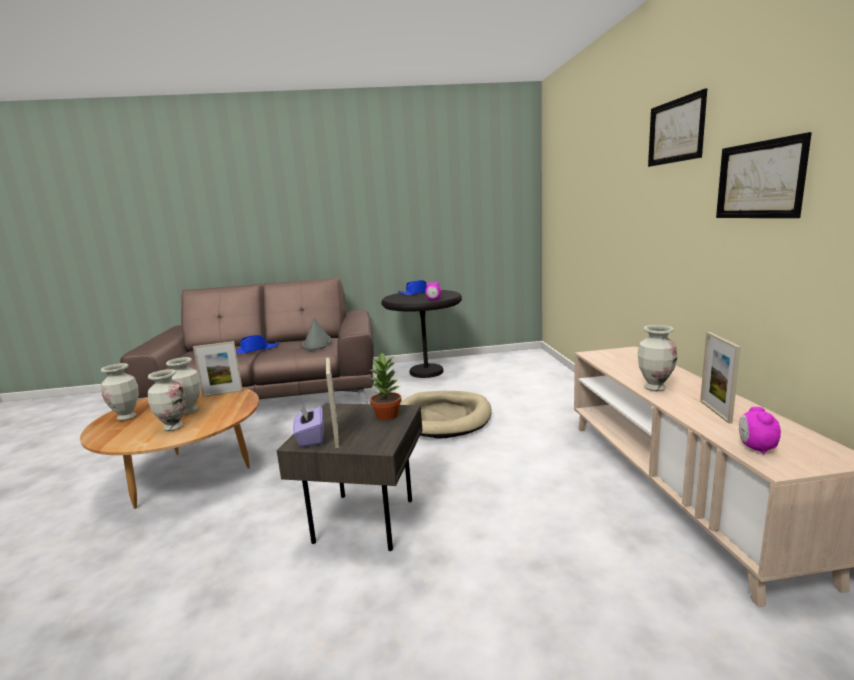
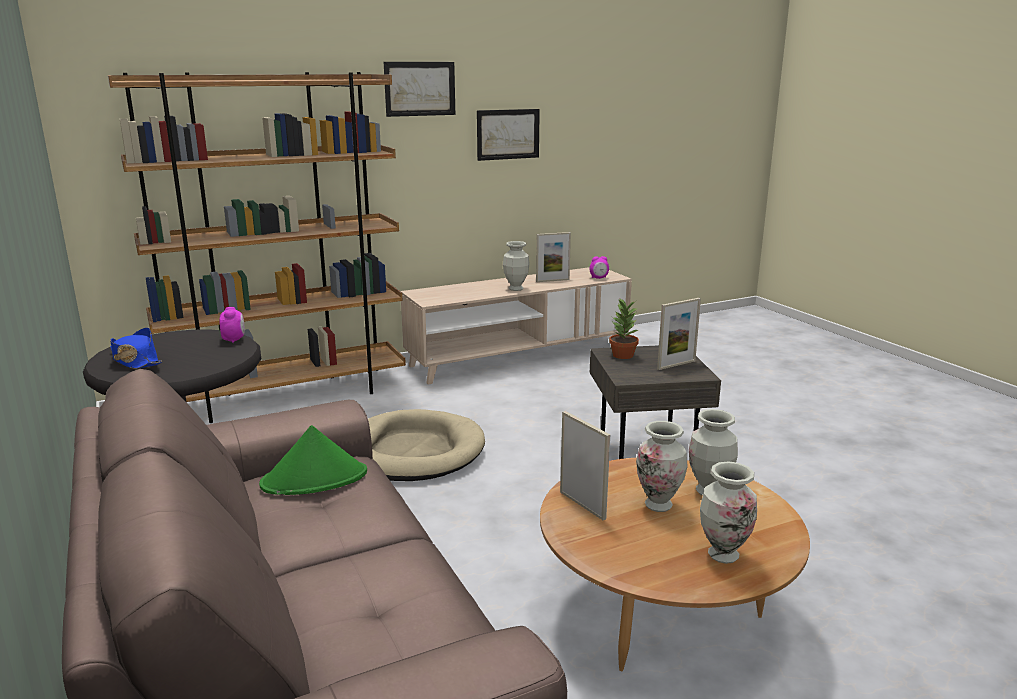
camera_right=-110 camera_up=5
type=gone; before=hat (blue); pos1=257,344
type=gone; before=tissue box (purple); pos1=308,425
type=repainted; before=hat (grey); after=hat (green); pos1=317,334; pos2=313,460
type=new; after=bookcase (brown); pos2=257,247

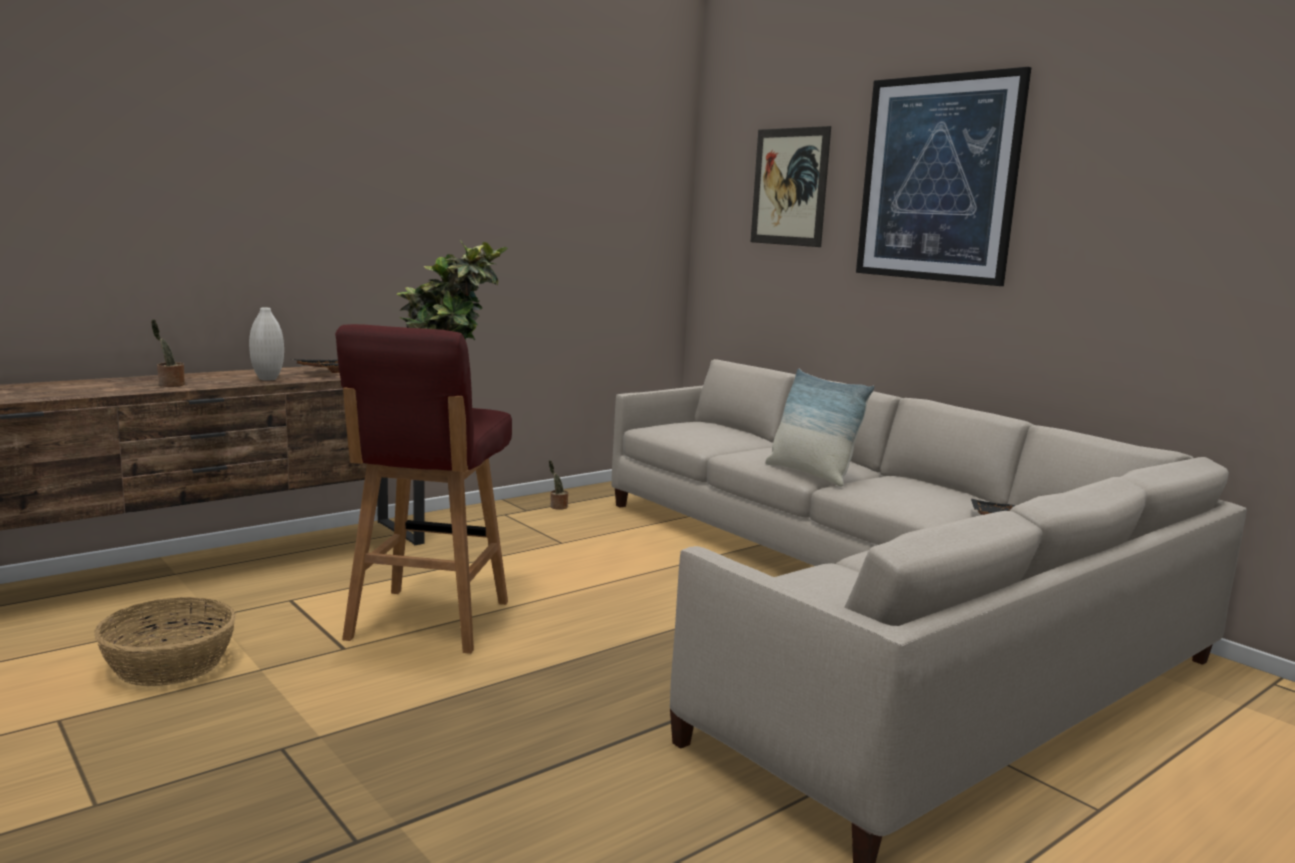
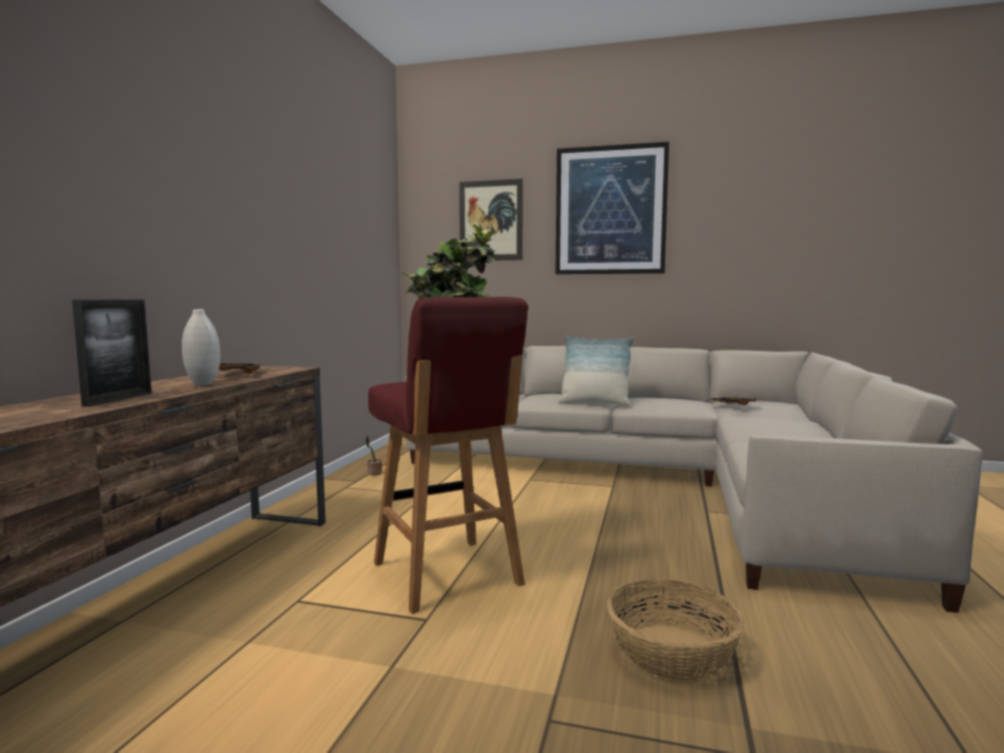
camera_right=-35 camera_up=-5
type=shifted; before=basket; pos1=165,641; pos2=675,630
type=swapped; before=potted plant; after=picture frame; pos1=168,353; pos2=112,353

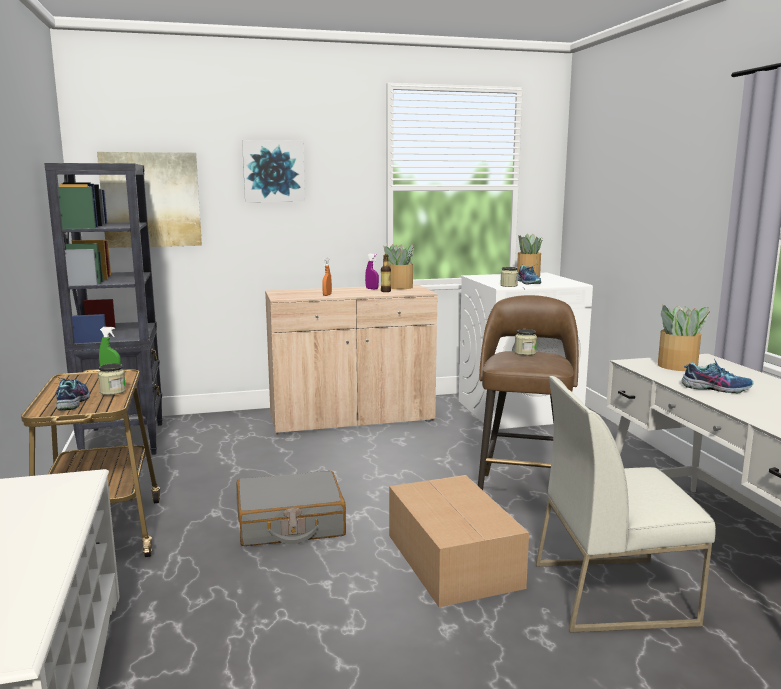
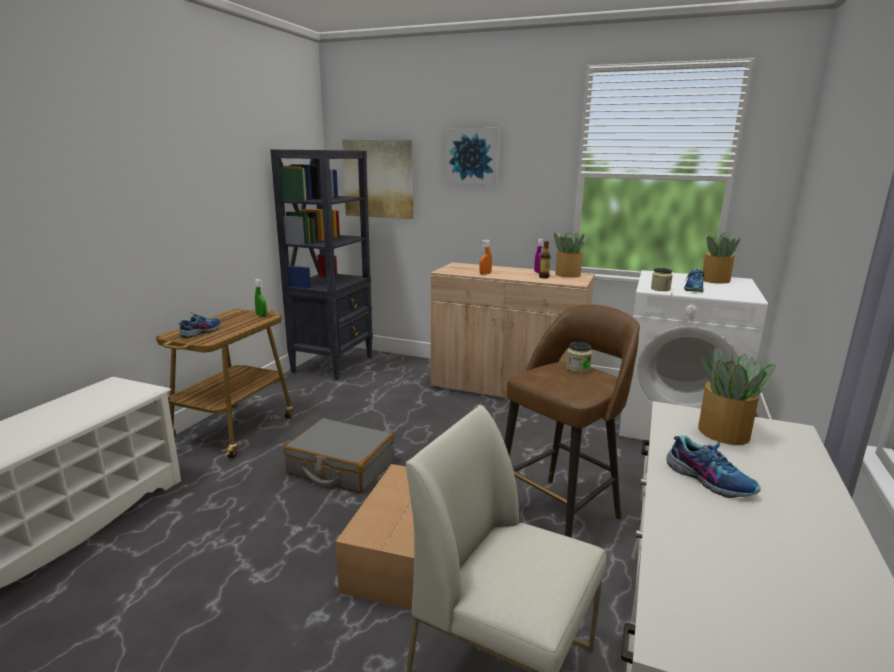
camera_right=35 camera_up=5
type=gone; before=jar; pos1=112,379

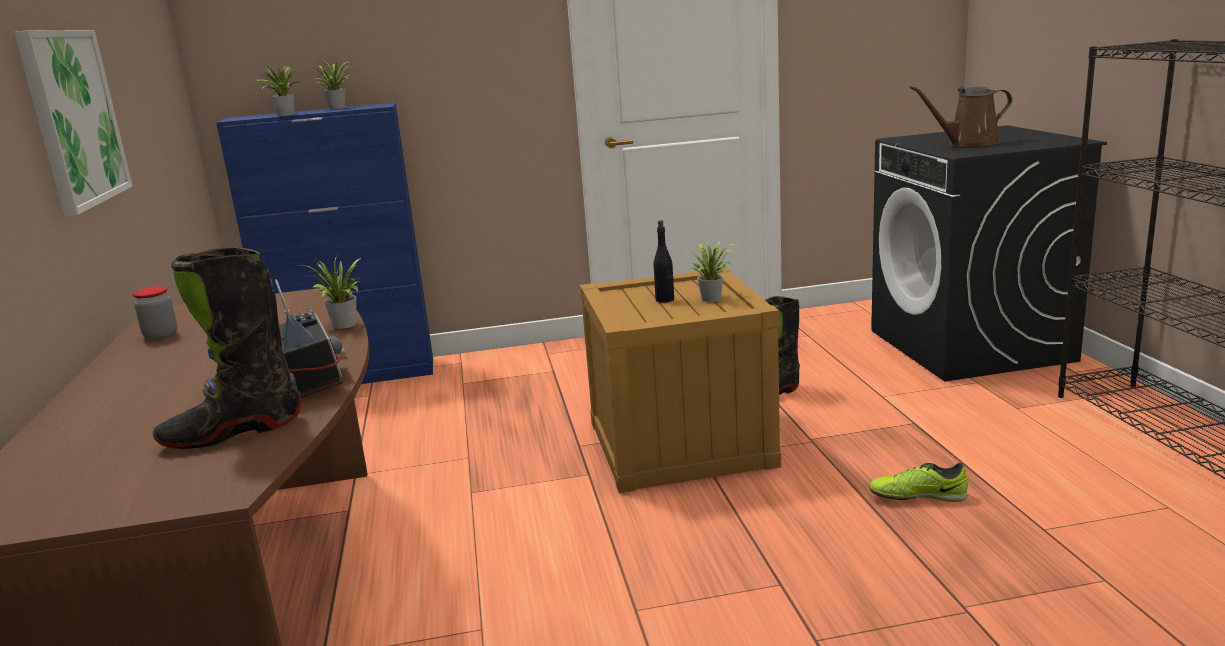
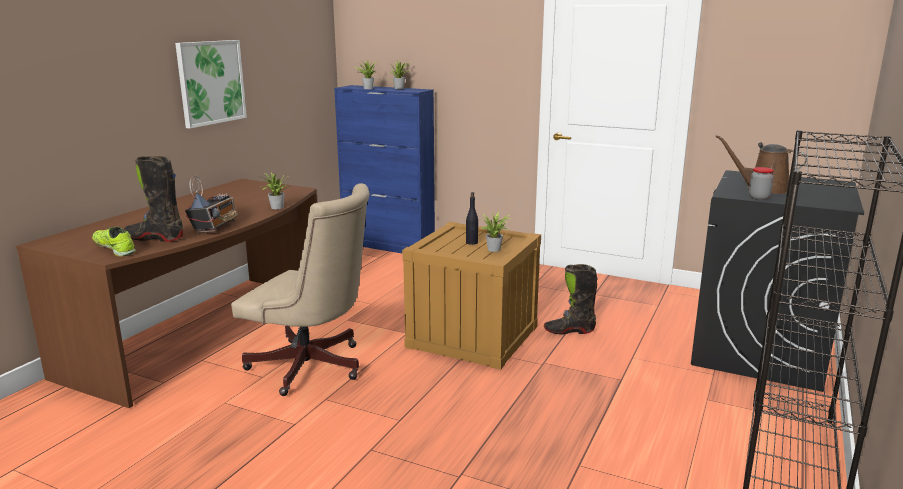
camera_right=35 camera_up=0
type=shifted; before=jar; pos1=155,313; pos2=761,183
type=shifted; before=shoe; pos1=918,482; pos2=114,242
type=new; after=office chair (beige); pos2=300,289

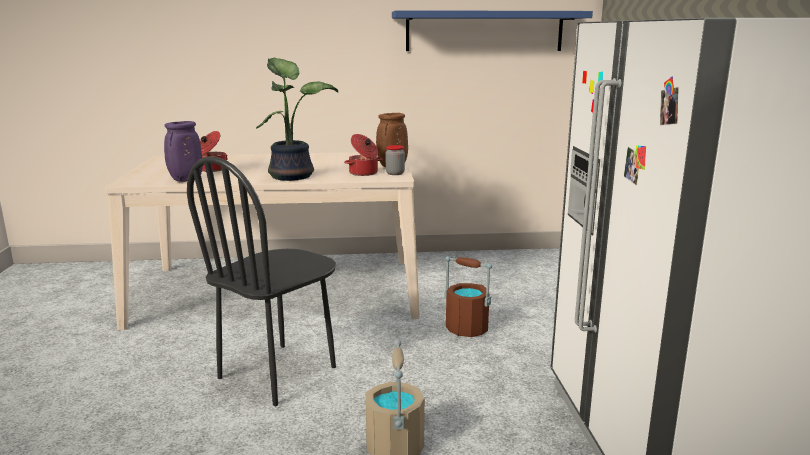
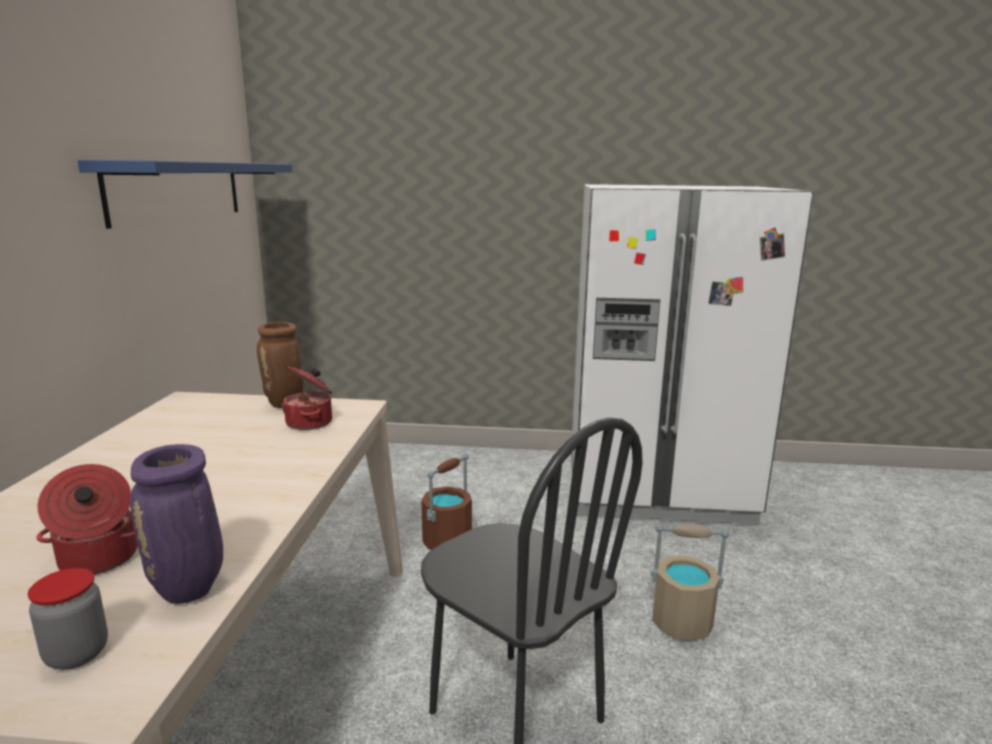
camera_right=-80 camera_up=0
type=gone; before=potted plant; pos1=297,119
type=shifted; before=jar; pos1=395,160; pos2=68,619

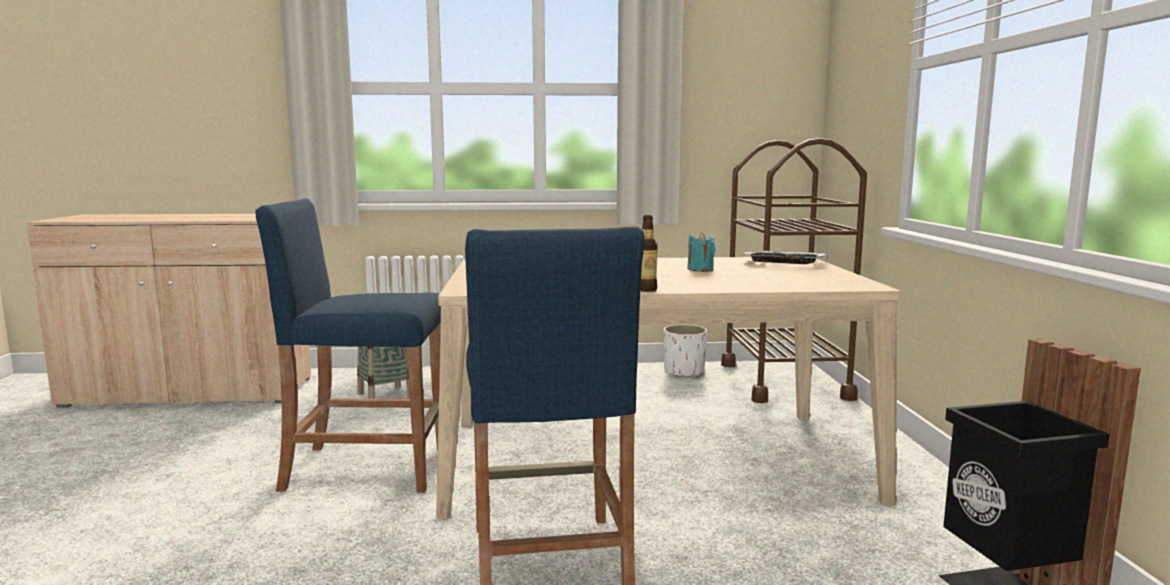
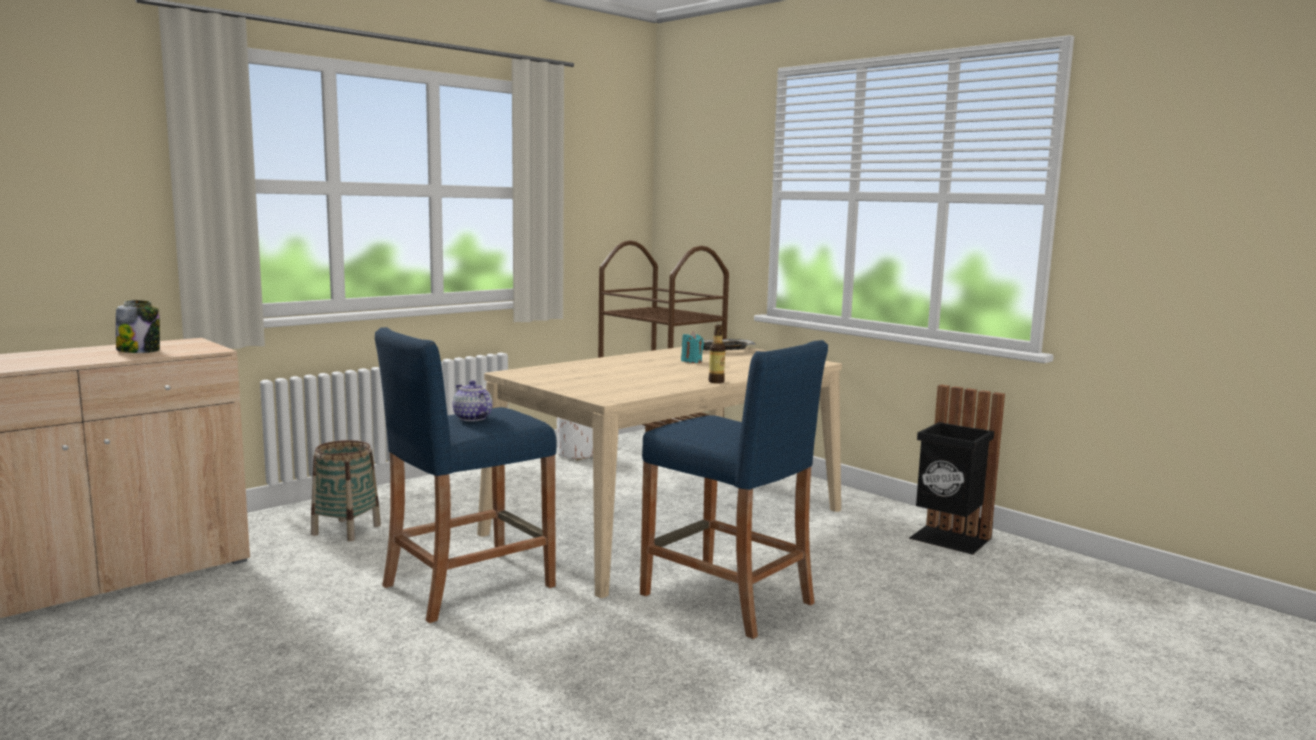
camera_right=-40 camera_up=0
type=new; after=jar; pos2=138,326
type=new; after=teapot; pos2=472,400

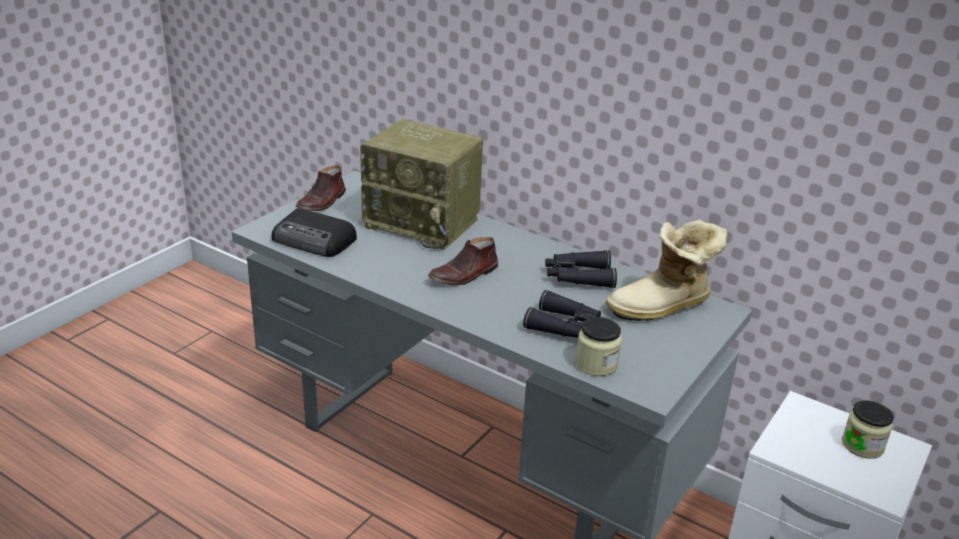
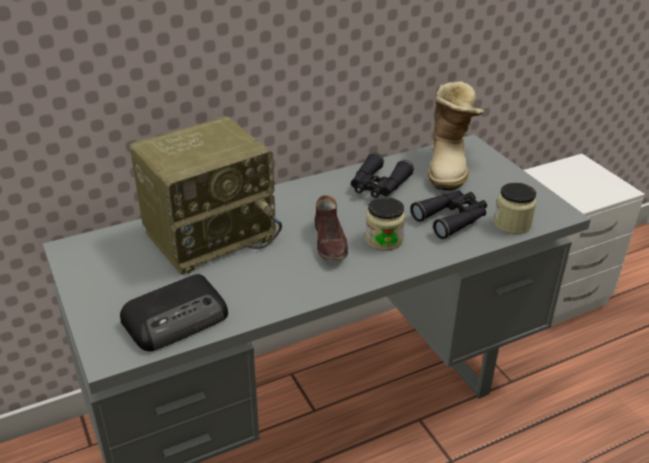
camera_right=-60 camera_up=5
type=gone; before=shoe (brown); pos1=320,188
type=shifted; before=jar; pos1=868,429; pos2=385,224

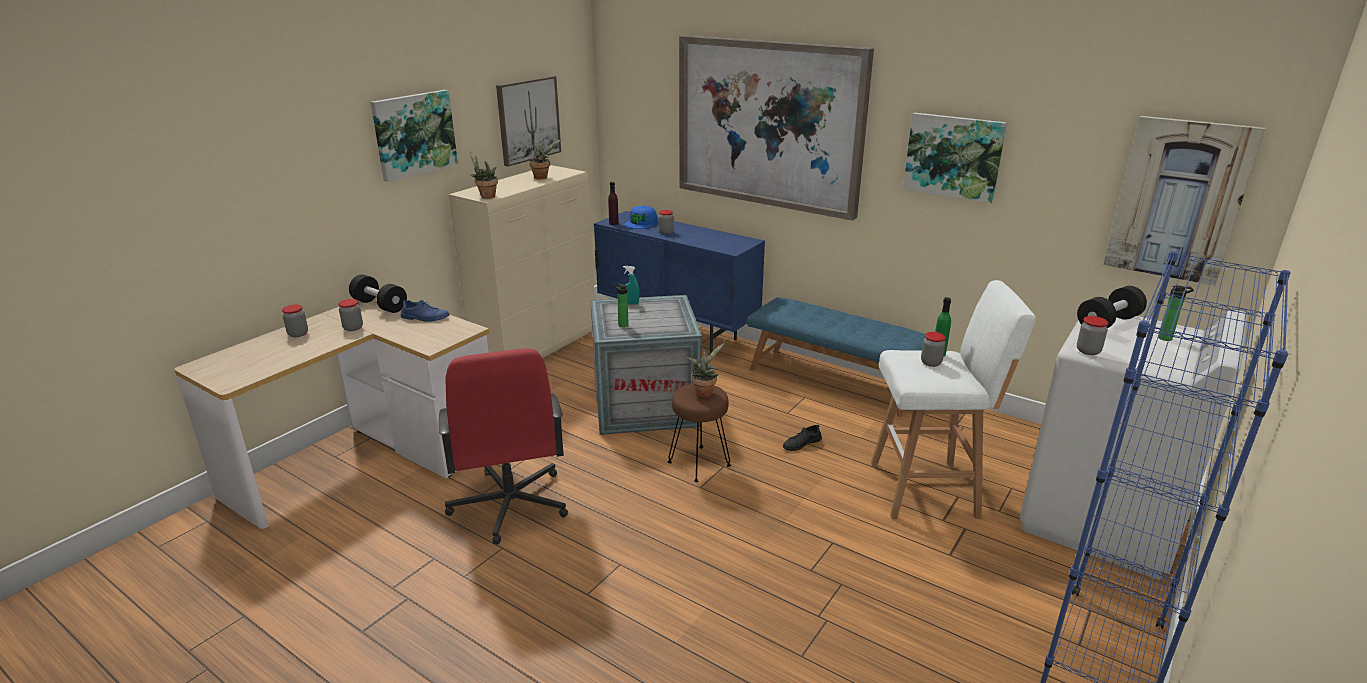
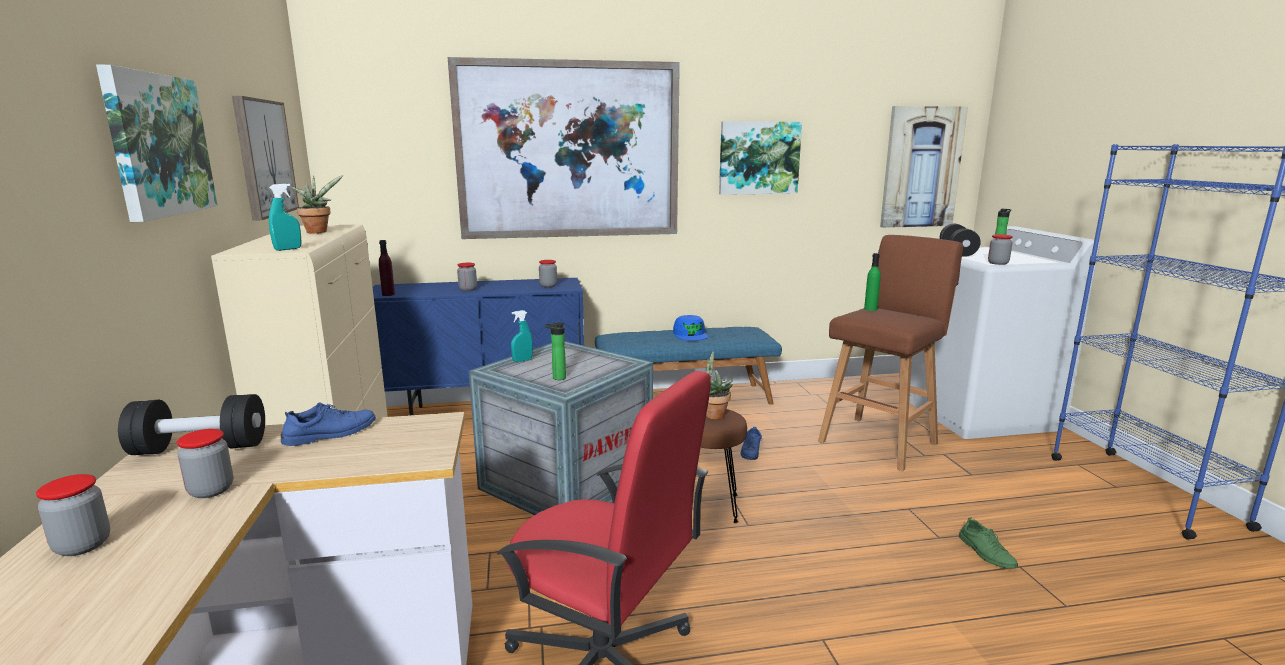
camera_right=-45 camera_up=-10
type=swapped; before=potted plant; after=spray bottle (turquoise); pos1=484,175; pos2=285,217
type=shifted; before=cap (blue); pos1=641,217; pos2=690,328
type=repainted; before=shoe (black); after=shoe (blue); pos1=802,437; pos2=751,443
type=repainted; before=stool (white); after=stool (brown); pos1=953,399; pos2=890,353
type=shifted; before=jar; pos1=933,349; pos2=548,273
type=new; after=shoe (green); pos2=988,543

